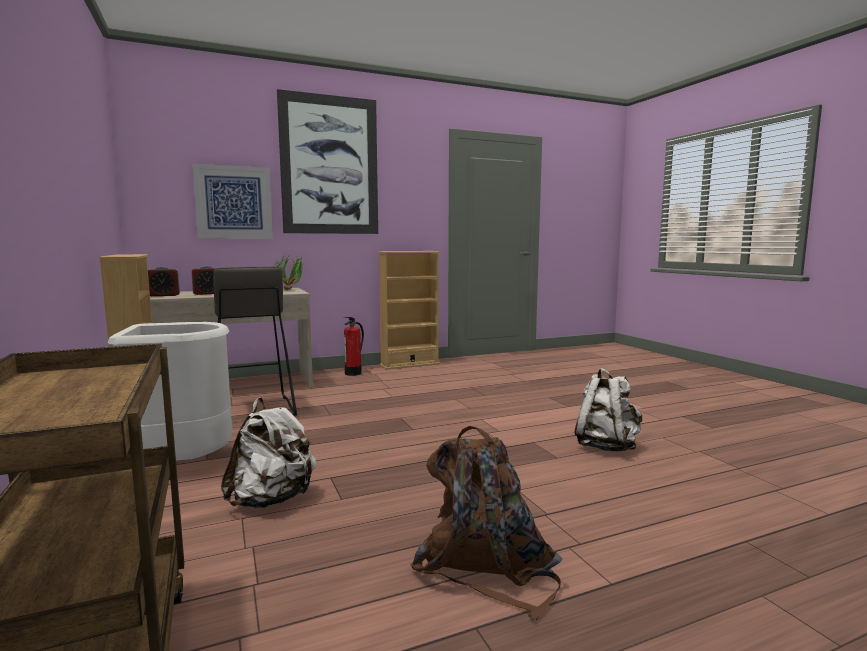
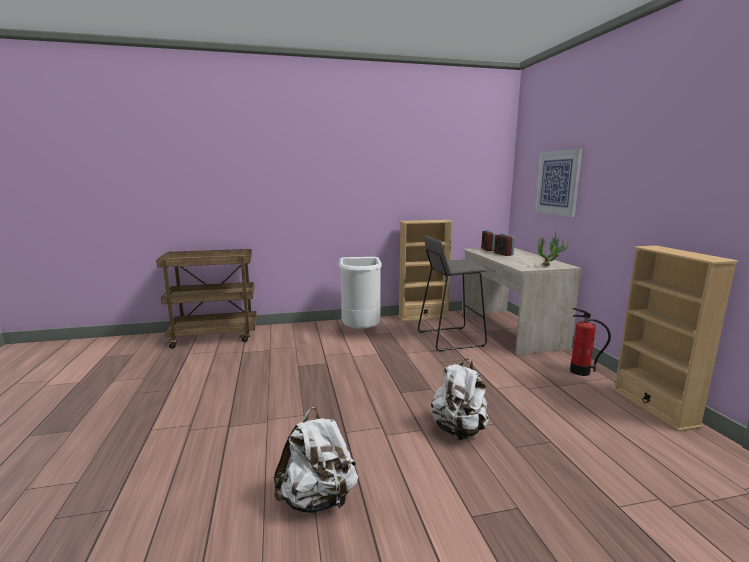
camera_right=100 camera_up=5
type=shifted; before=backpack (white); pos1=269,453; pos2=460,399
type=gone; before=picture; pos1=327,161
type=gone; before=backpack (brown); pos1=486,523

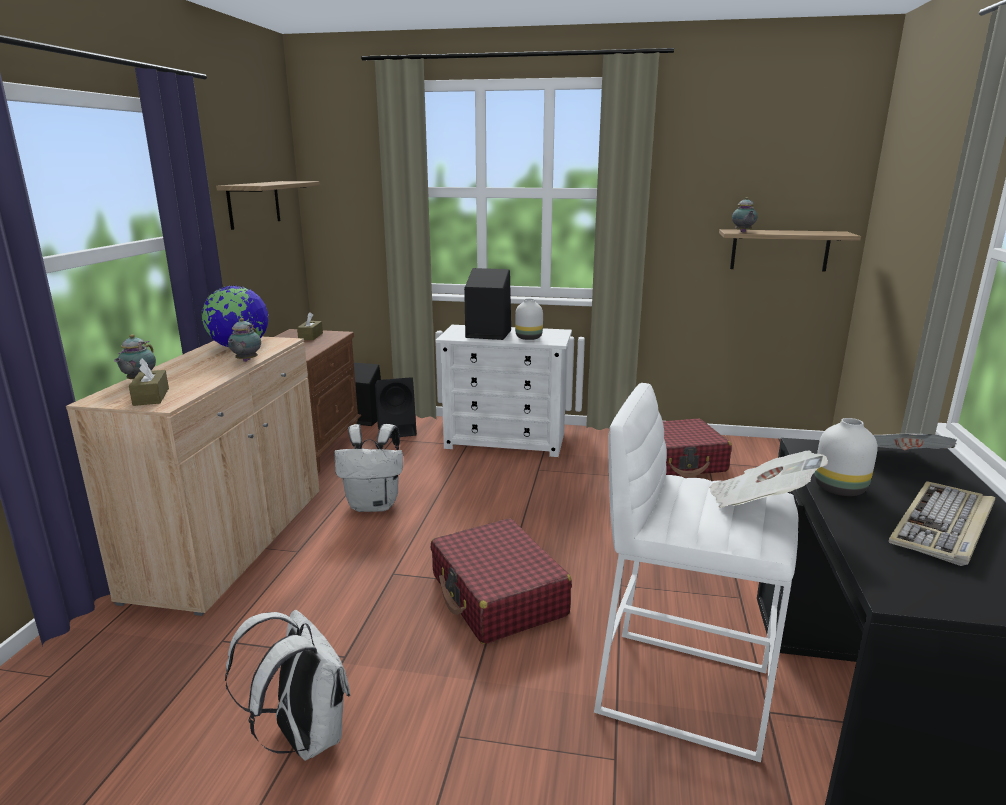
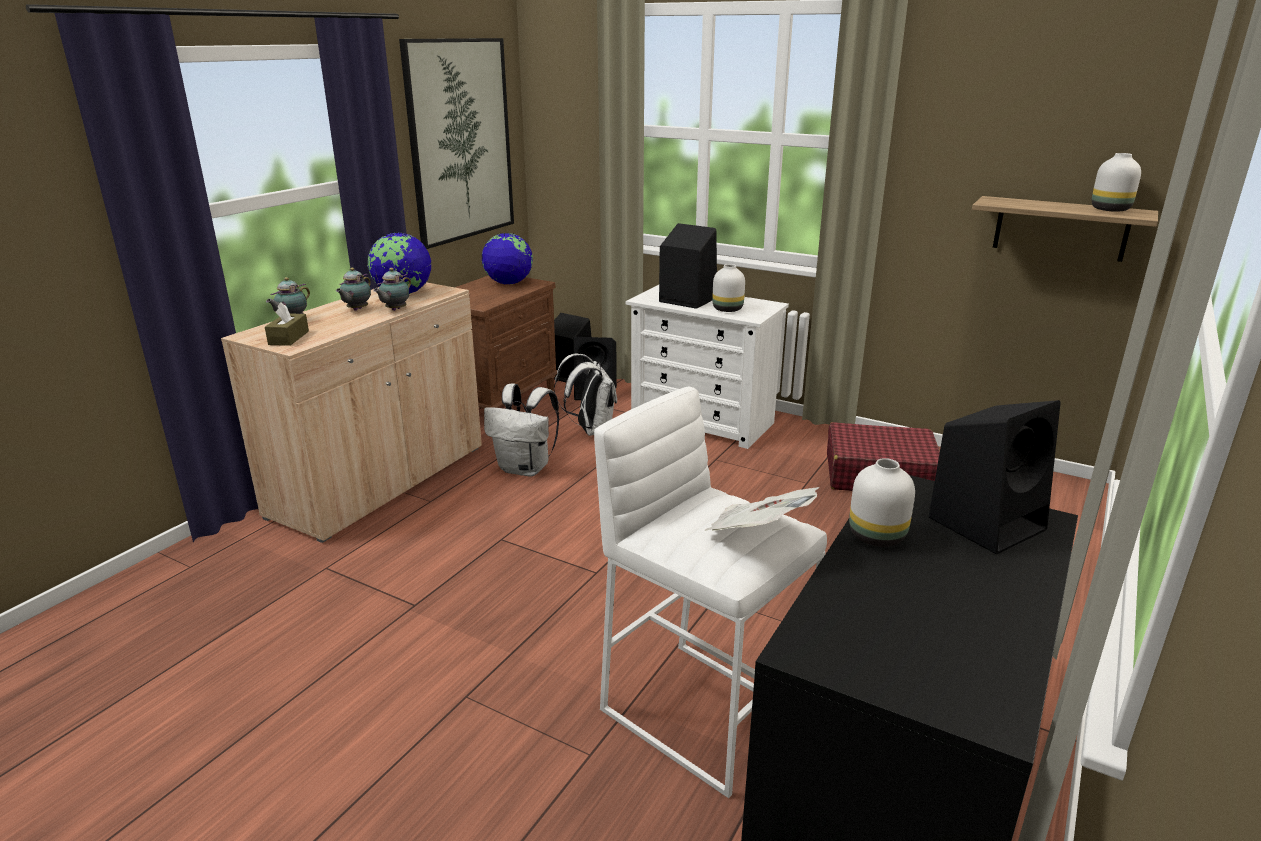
camera_right=20 camera_up=5
type=swapped; before=shelf; after=picture; pos1=268,205; pos2=456,143
type=shifted; before=backpack (white); pos1=287,685; pos2=585,395
type=swapped; before=tissue box (brown); after=globe; pos1=310,326; pos2=507,258
type=gone; before=suitcase (red); pos1=501,581
type=shifted; before=teapot; pos1=745,215; pos2=353,289
type=swapped; before=newspaper; after=speaker (black); pos1=915,442; pos2=994,477
type=gone; before=keyboard; pos1=941,523
type=new; after=vase (white); pos2=1116,182

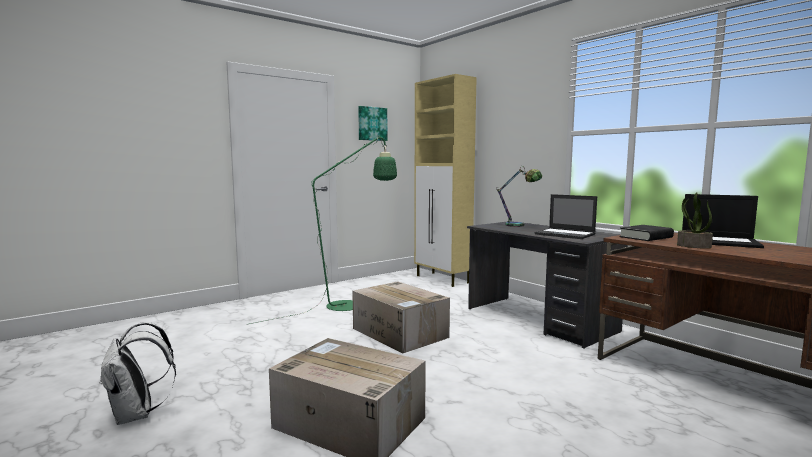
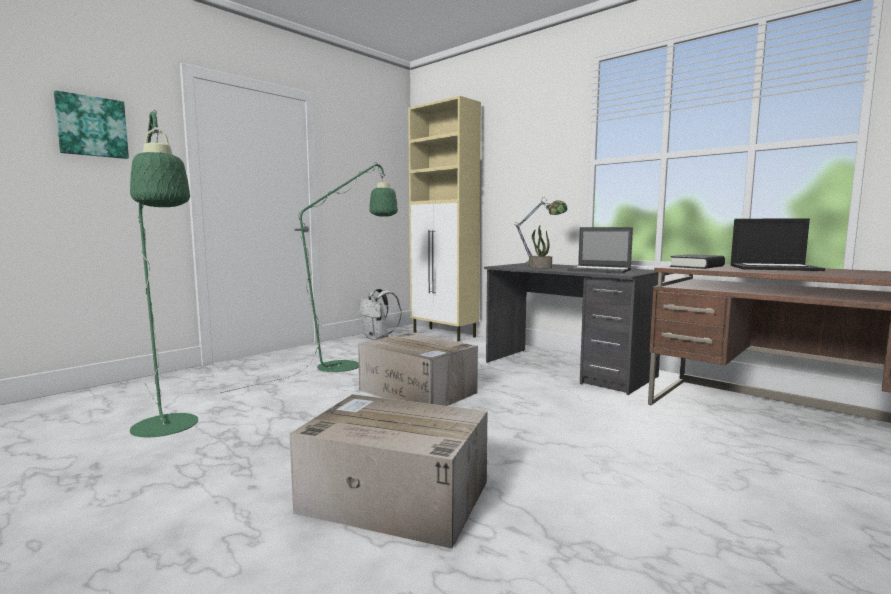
camera_right=-10 camera_up=0
type=shifted; before=backpack (white); pos1=138,373; pos2=380,314
type=shifted; before=picture; pos1=372,123; pos2=91,124
type=shifted; before=potted plant; pos1=695,220; pos2=540,246
type=new; after=floor lamp (green); pos2=164,273

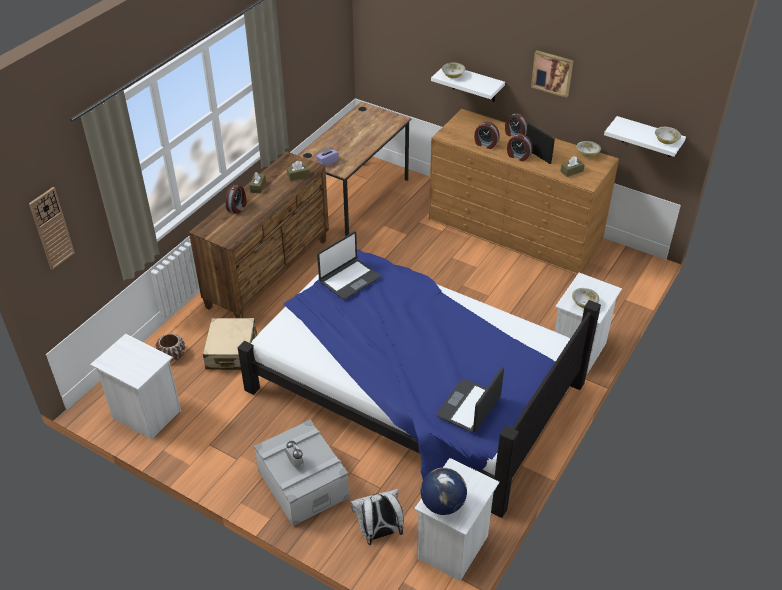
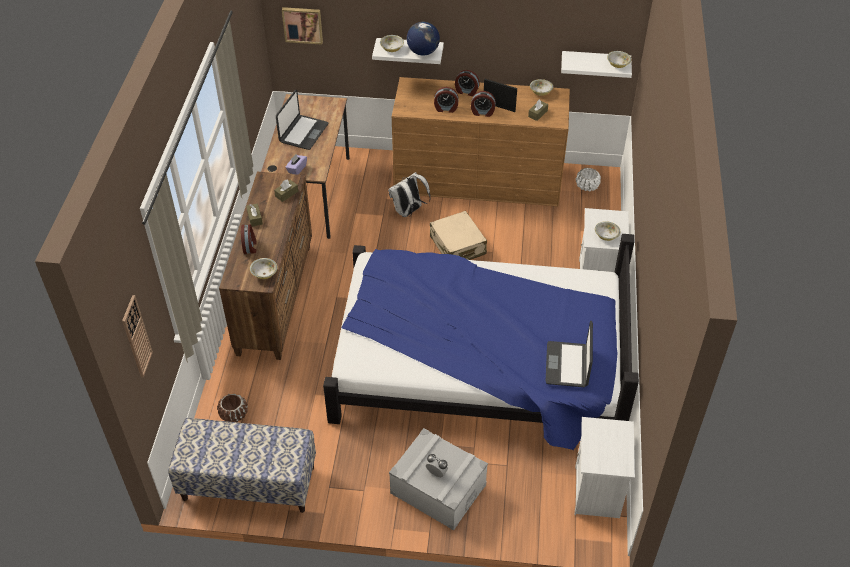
camera_right=-25 camera_up=5
type=swapped; before=nightstand (white); after=bench; pos1=135,387; pos2=242,465
type=shifted; before=suitcase (beige); pos1=230,344; pos2=458,235
type=shifted; before=laptop; pos1=348,266; pos2=302,120
type=shifted; before=backpack (white); pos1=377,517; pos2=409,194
type=shifted; before=globe; pos1=444,491; pos2=423,39
type=shifted; before=picture; pos1=552,74; pos2=302,26
type=new; after=bowl; pos2=264,268
type=new; after=planter (white); pos2=588,180

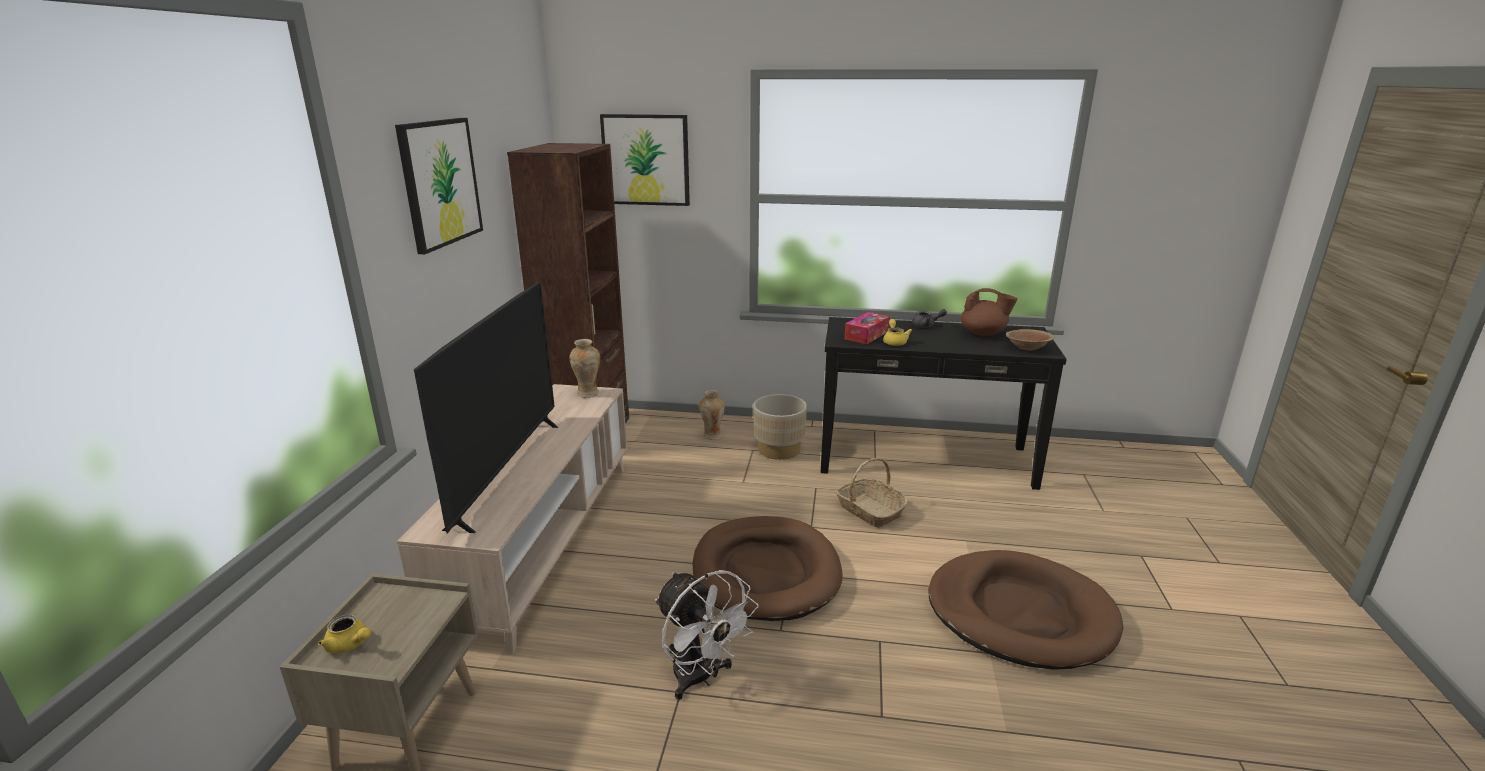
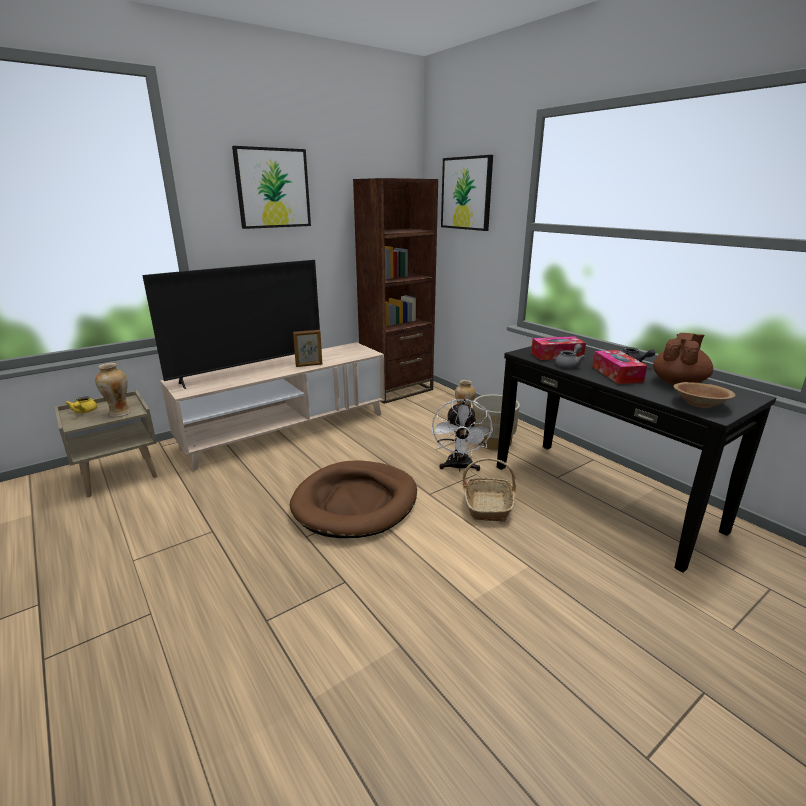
camera_right=45 camera_up=0
type=shifted; before=vase; pos1=584,368; pos2=113,390
type=shifted; before=fan (white); pos1=707,635; pos2=462,435
type=repainted; before=teapot (yellow); after=teapot (grey); pos1=897,332; pos2=570,356
type=gone; before=dog bed (brown); pos1=1025,609
type=rotated; before=teapot (brown); pos1=989,312; pos2=683,359; turn=-120
type=new; after=picture frame; pos2=307,348
type=new; after=tissue box; pos2=619,367

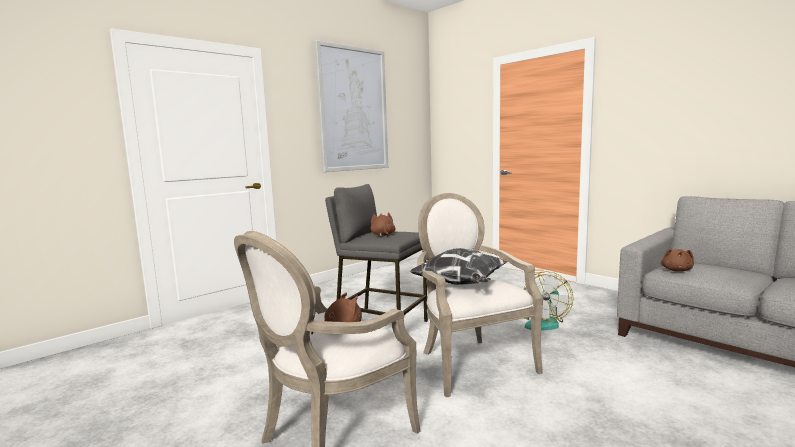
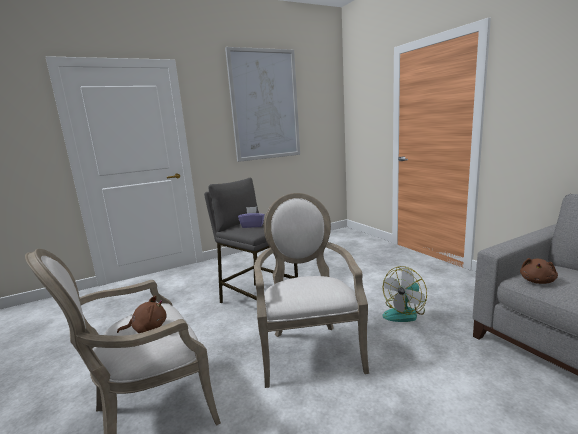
camera_right=15 camera_up=5
type=swapped; before=plush toy (brown); after=tissue box (purple); pos1=383,224; pos2=251,217
type=gone; before=pillow; pos1=459,266

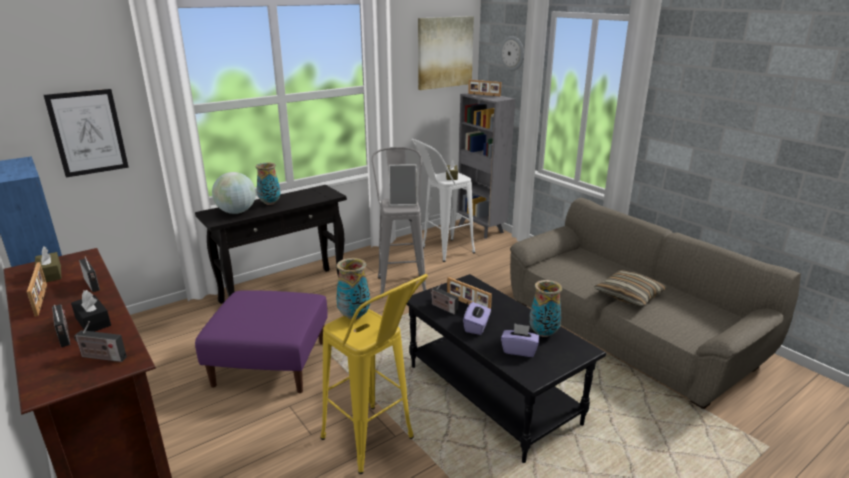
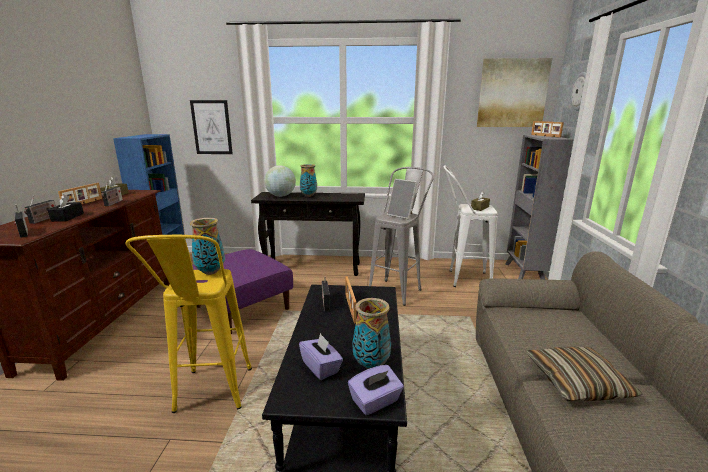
camera_right=40 camera_up=-5
type=shifted; before=tissue box (purple); pos1=477,318; pos2=376,390

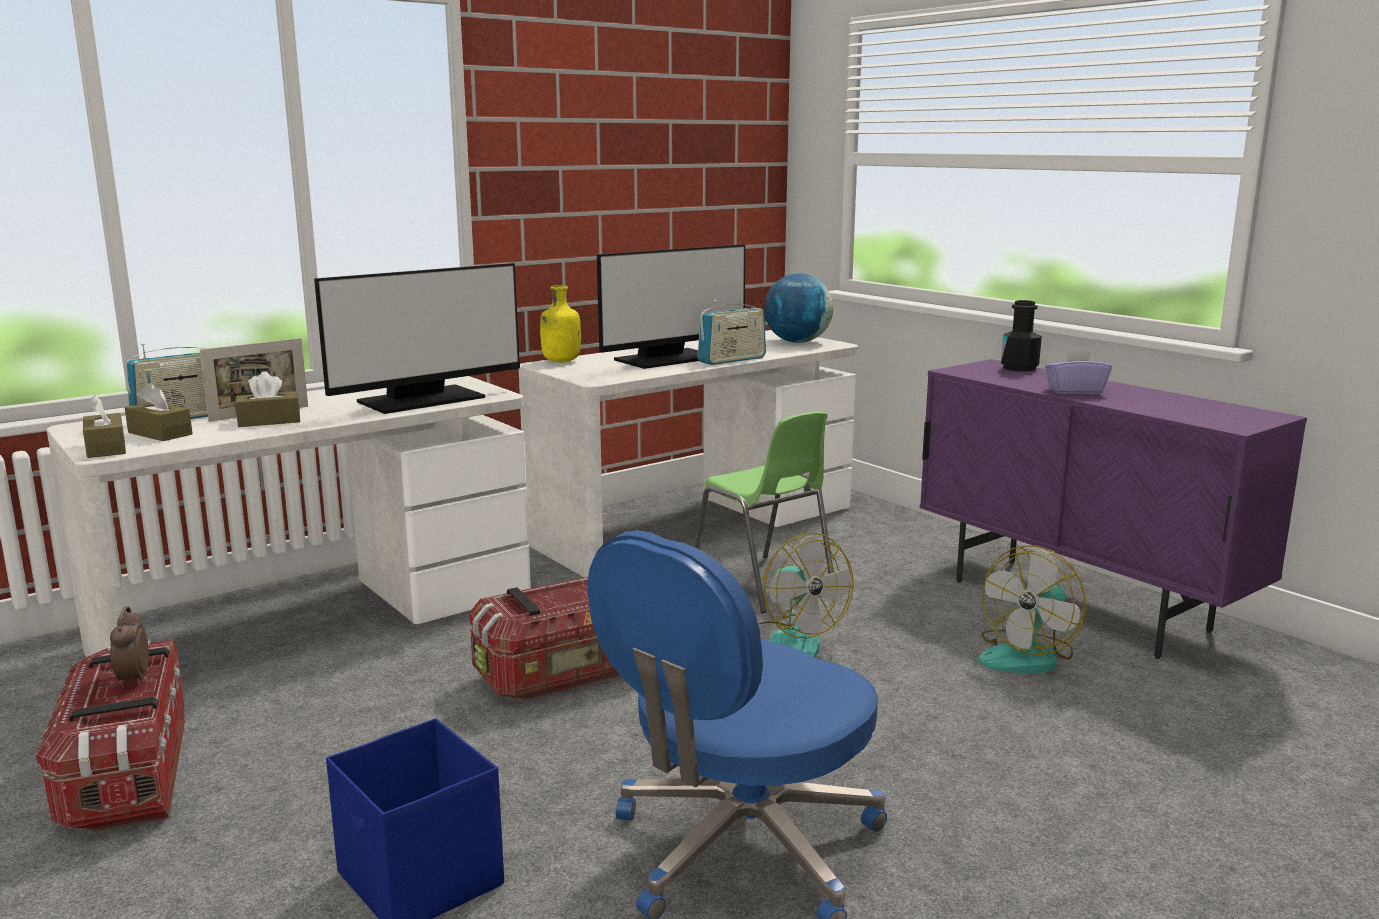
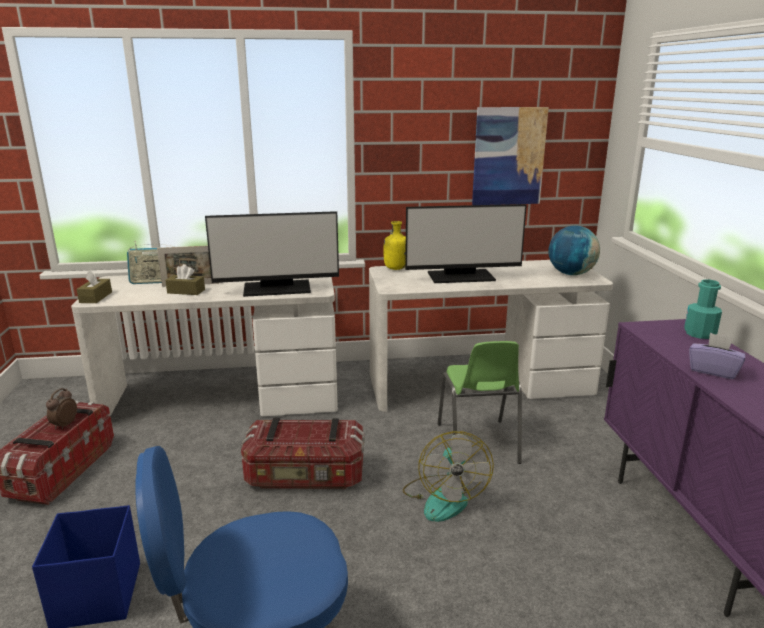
camera_right=30 camera_up=5
type=gone; before=tissue box (brown); pos1=159,412
type=gone; before=radio; pos1=732,332
type=gone; before=fan; pos1=1032,609
type=repainted; before=bottle (black); after=bottle (turquoise); pos1=1021,336; pos2=703,309
type=new; after=picture; pos2=510,156

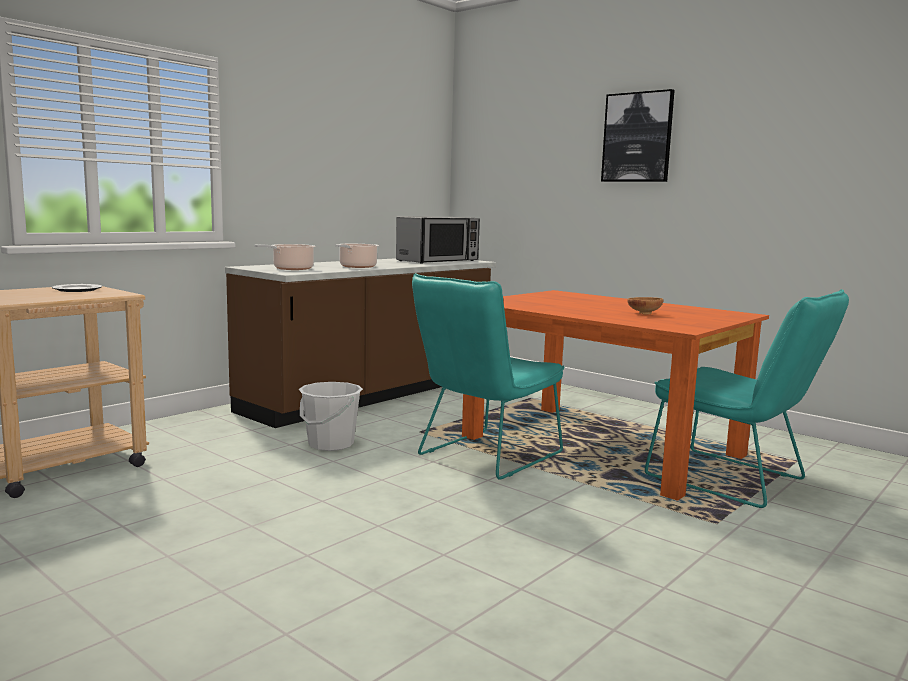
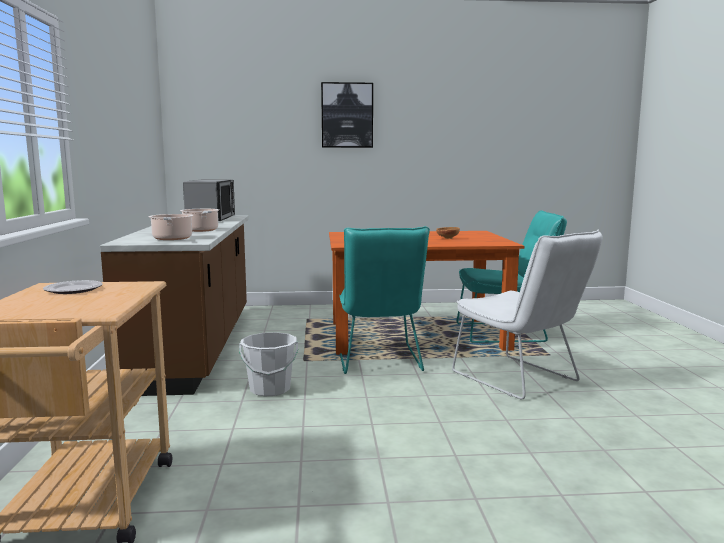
camera_right=-45 camera_up=0
type=new; after=chair (white); pos2=527,315

